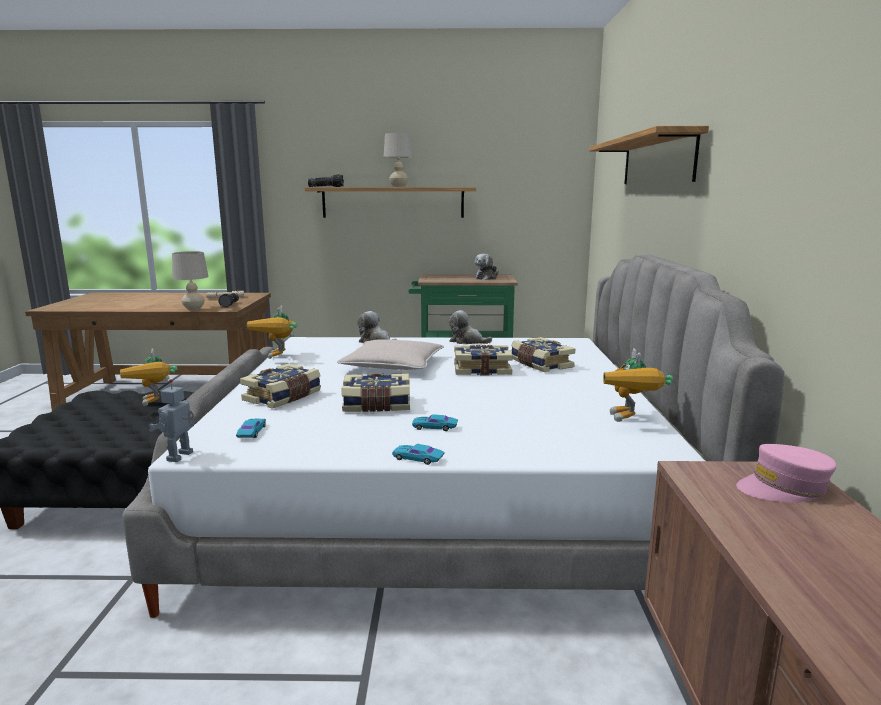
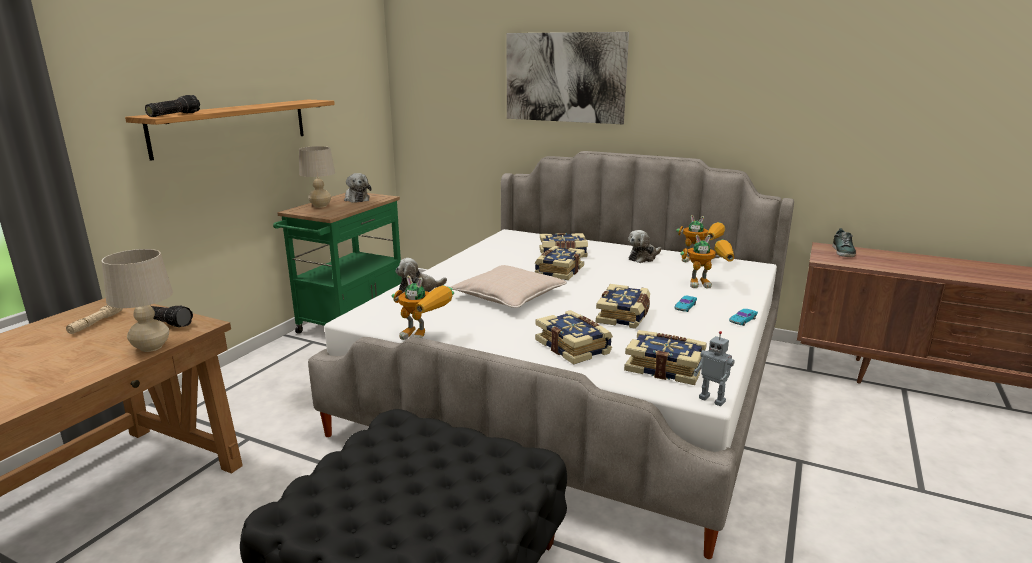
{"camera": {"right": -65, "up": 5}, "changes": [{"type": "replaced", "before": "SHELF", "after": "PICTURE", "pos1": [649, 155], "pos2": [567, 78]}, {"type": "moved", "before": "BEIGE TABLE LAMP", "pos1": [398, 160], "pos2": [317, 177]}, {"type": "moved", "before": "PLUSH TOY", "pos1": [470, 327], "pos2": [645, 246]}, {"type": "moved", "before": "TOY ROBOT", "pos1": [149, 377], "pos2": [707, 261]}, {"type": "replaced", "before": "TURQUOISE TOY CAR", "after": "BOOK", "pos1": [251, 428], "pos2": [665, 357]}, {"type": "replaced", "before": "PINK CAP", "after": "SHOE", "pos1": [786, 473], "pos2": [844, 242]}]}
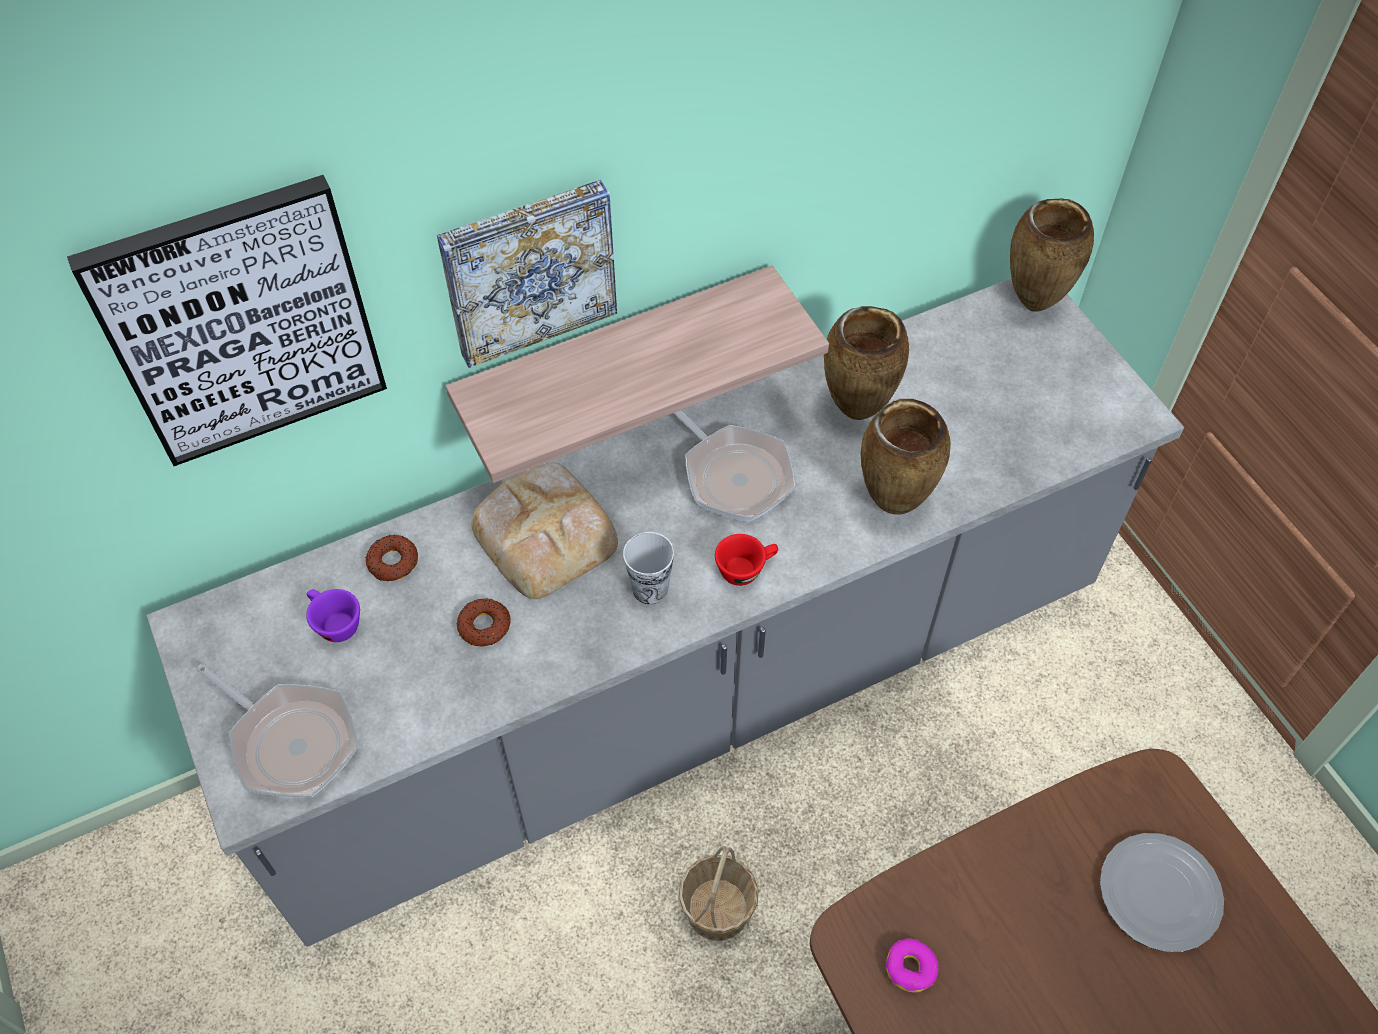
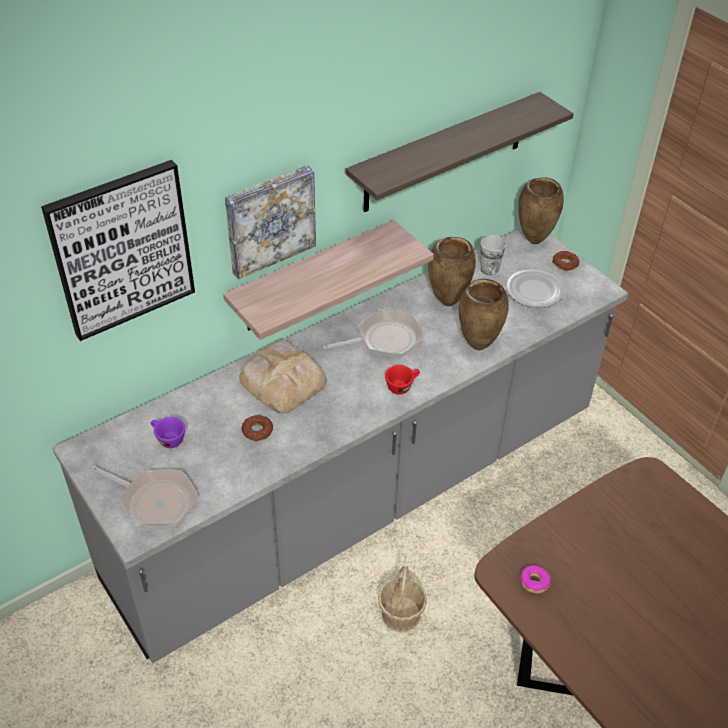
{"camera": {"right": -10, "up": -10}, "changes": [{"type": "turned", "before": "FRYING PAN", "pos1": [735, 466], "pos2": [373, 334], "turn": -60}, {"type": "moved", "before": "CUP", "pos1": [648, 568], "pos2": [493, 255]}, {"type": "moved", "before": "DONUT", "pos1": [391, 558], "pos2": [565, 261]}, {"type": "moved", "before": "PLATE", "pos1": [1162, 892], "pos2": [535, 288]}, {"type": "added", "after": "SHELF", "pos2": [459, 152]}]}
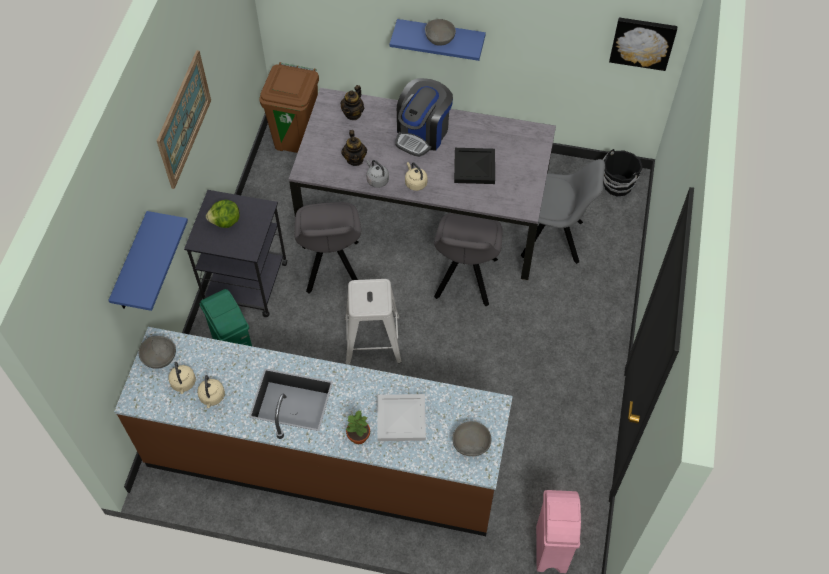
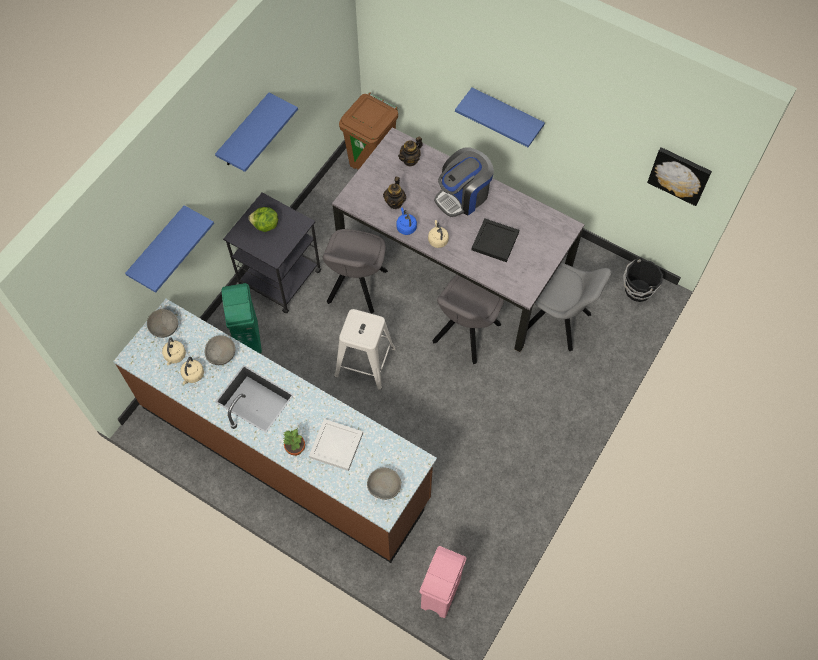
{"camera": {"right": 20, "up": 5}, "changes": [{"type": "moved", "before": "GREY BOWL", "pos1": [440, 32], "pos2": [220, 350]}, {"type": "replaced", "before": "PICTURE", "after": "BLUE SHELF", "pos1": [184, 119], "pos2": [256, 132]}, {"type": "recoloured", "before": "GREY KETTLE", "after": "BLUE KETTLE", "pos1": [377, 174], "pos2": [406, 221]}]}
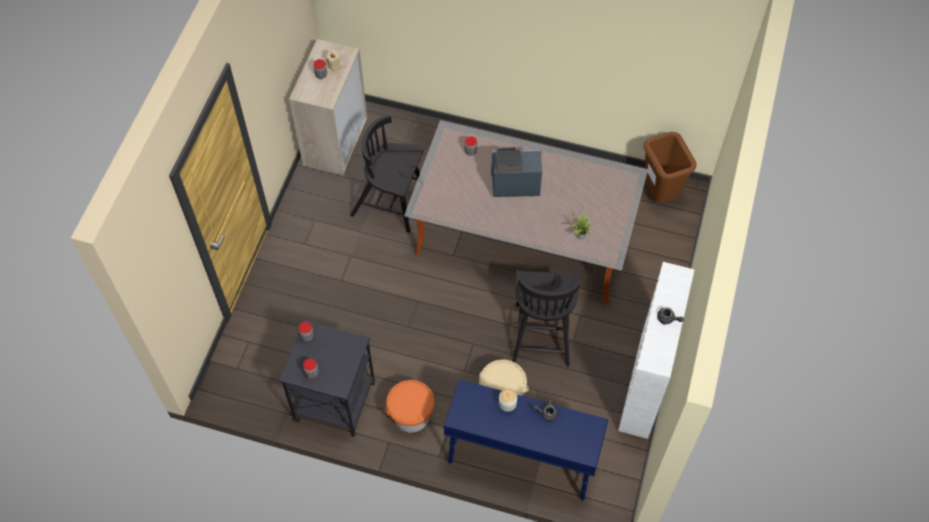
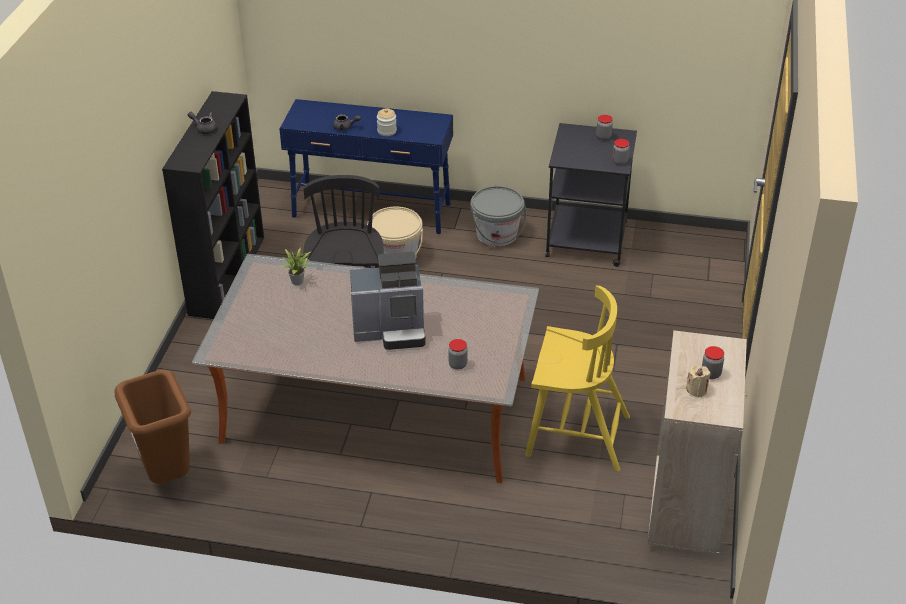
{"camera": {"right": 175, "up": -20}, "changes": [{"type": "recoloured", "before": "BLACK CHAIR", "after": "YELLOW CHAIR", "pos1": [387, 174], "pos2": [577, 378]}, {"type": "recoloured", "before": "WHITE BOOKCASE", "after": "BLACK BOOKCASE", "pos1": [656, 350], "pos2": [213, 205]}, {"type": "recoloured", "before": "ORANGE BUCKET", "after": "GREY BUCKET", "pos1": [409, 406], "pos2": [498, 216]}]}
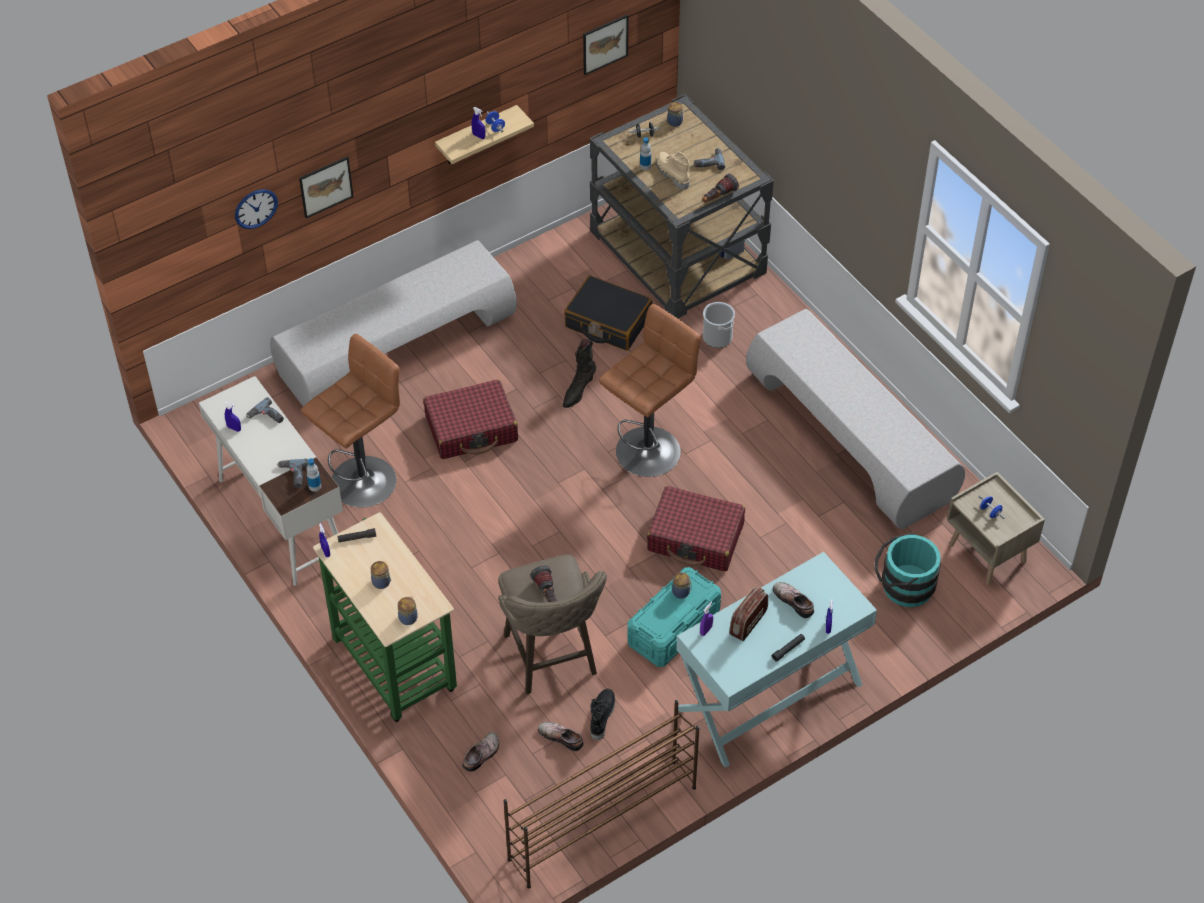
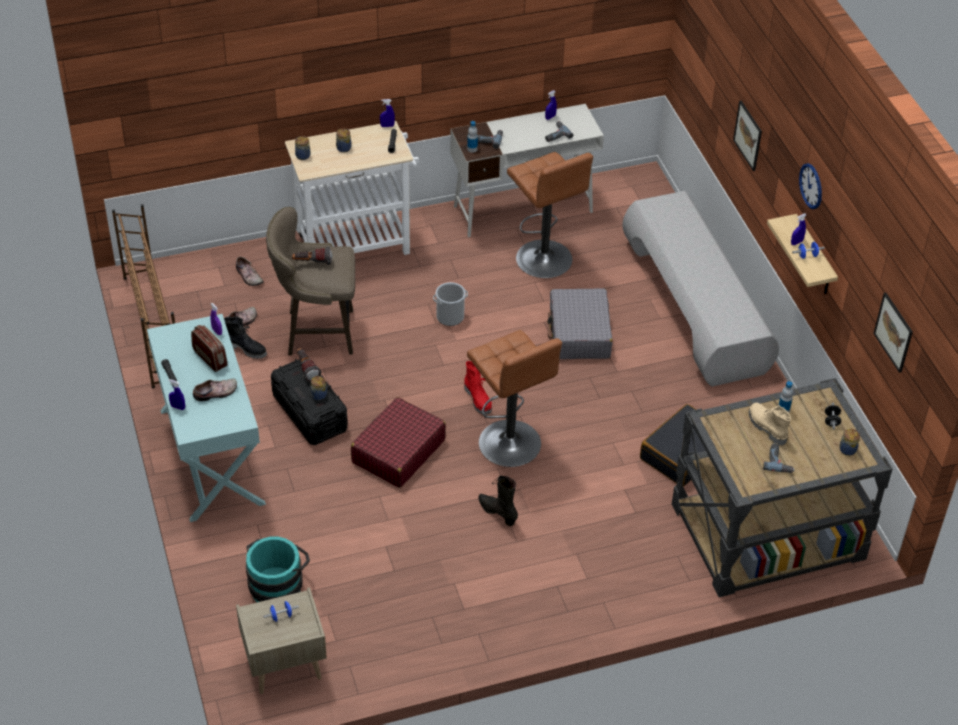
{"camera": {"right": 105, "up": -5}, "changes": [{"type": "turned", "before": "BEIGE BOOT", "pos1": [672, 171], "pos2": [770, 424], "turn": -105}, {"type": "moved", "before": "FLASHLIGHT", "pos1": [720, 188], "pos2": [309, 365]}, {"type": "moved", "before": "WALL CLOCK", "pos1": [256, 209], "pos2": [810, 186]}, {"type": "moved", "before": "BUCKET", "pos1": [719, 325], "pos2": [450, 304]}, {"type": "removed", "before": "GREY BENCH", "pos1": [855, 419]}, {"type": "moved", "before": "BLACK BOOT", "pos1": [579, 373], "pos2": [498, 501]}, {"type": "recoloured", "before": "RED SUITCASE", "after": "GREY SUITCASE", "pos1": [470, 419], "pos2": [580, 323]}, {"type": "recoloured", "before": "GREEN CART", "after": "WHITE CART", "pos1": [385, 617], "pos2": [352, 188]}, {"type": "recoloured", "before": "TURQUOISE STORAGE BOX", "after": "BLACK STORAGE BOX", "pos1": [674, 617], "pos2": [309, 402]}, {"type": "added", "after": "RED BOOT", "pos2": [478, 388]}]}
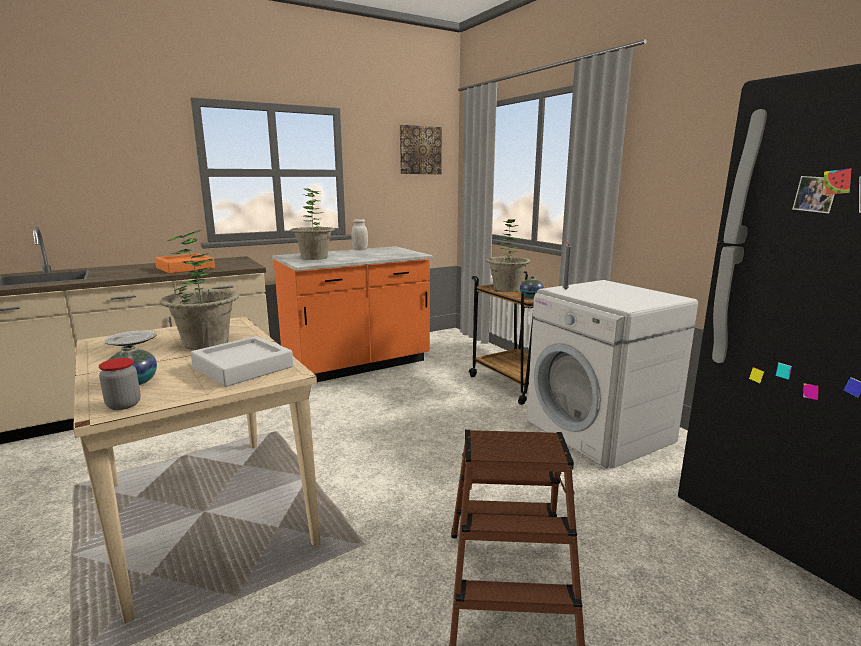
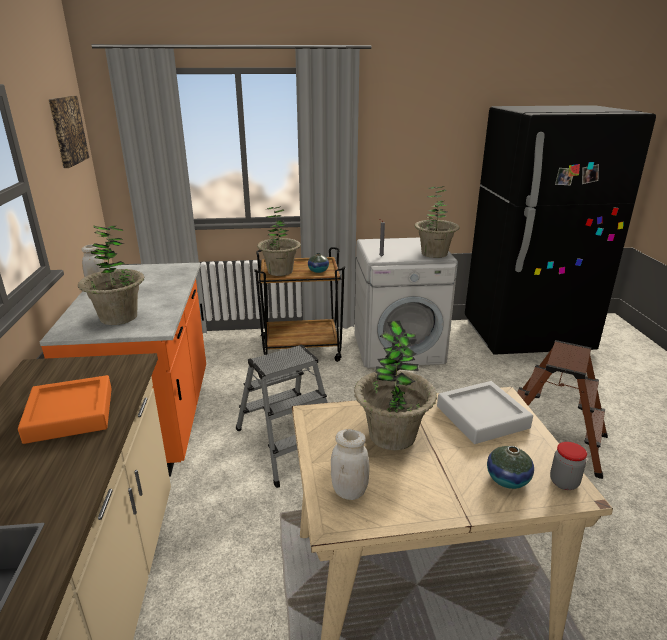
{"camera": {"right": -65, "up": 10}, "changes": [{"type": "replaced", "before": "PLATE", "after": "WHITE JAR", "pos1": [130, 338], "pos2": [350, 464]}, {"type": "added", "after": "POTTED PLANT", "pos2": [437, 222]}, {"type": "added", "after": "GREY STEP LADDER", "pos2": [282, 416]}]}
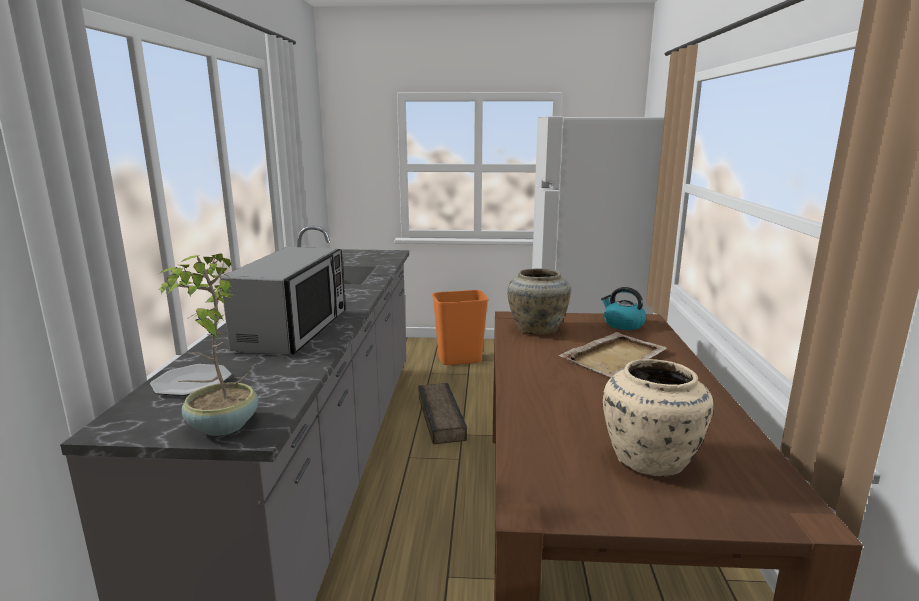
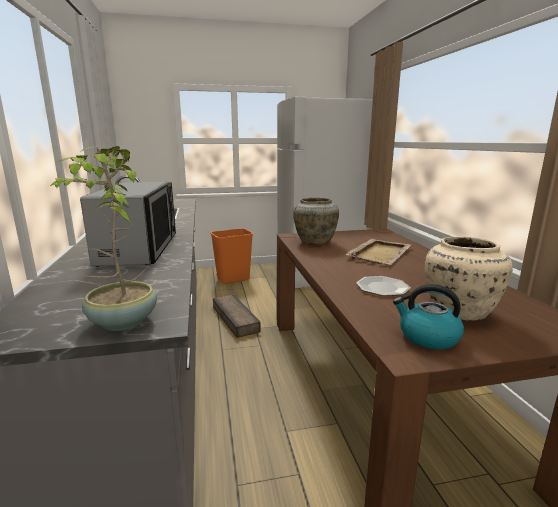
{"camera": {"right": -15, "up": 0}, "changes": [{"type": "moved", "before": "KETTLE", "pos1": [623, 308], "pos2": [428, 317]}, {"type": "moved", "before": "PLATE", "pos1": [191, 380], "pos2": [383, 286]}]}
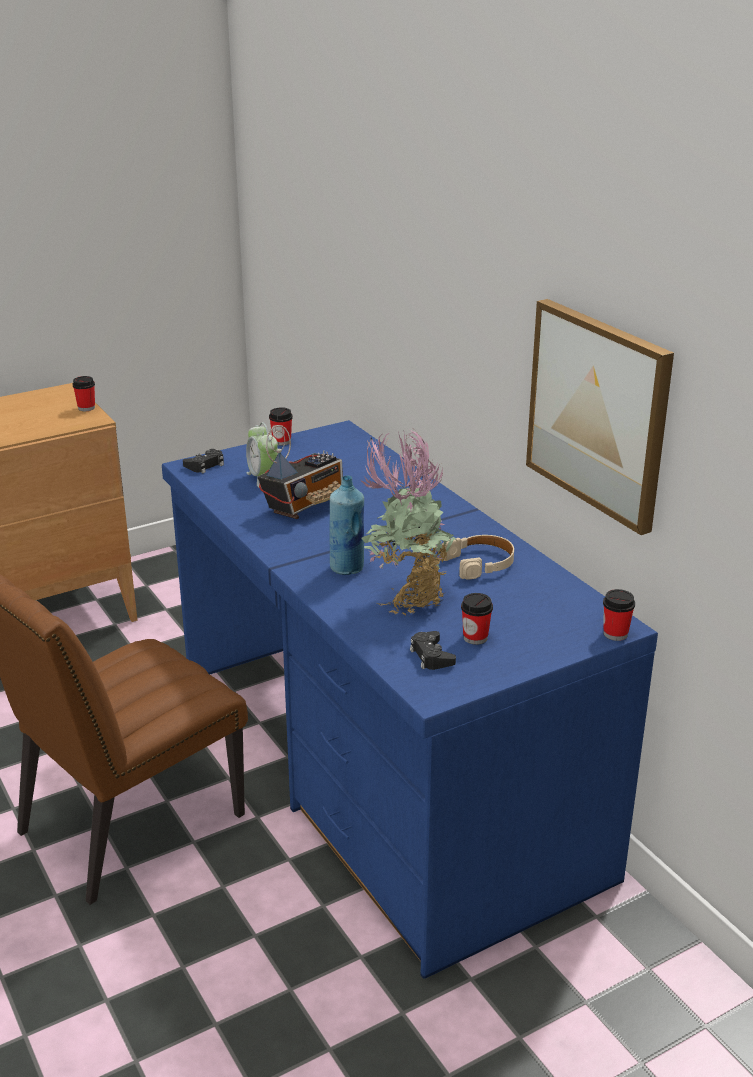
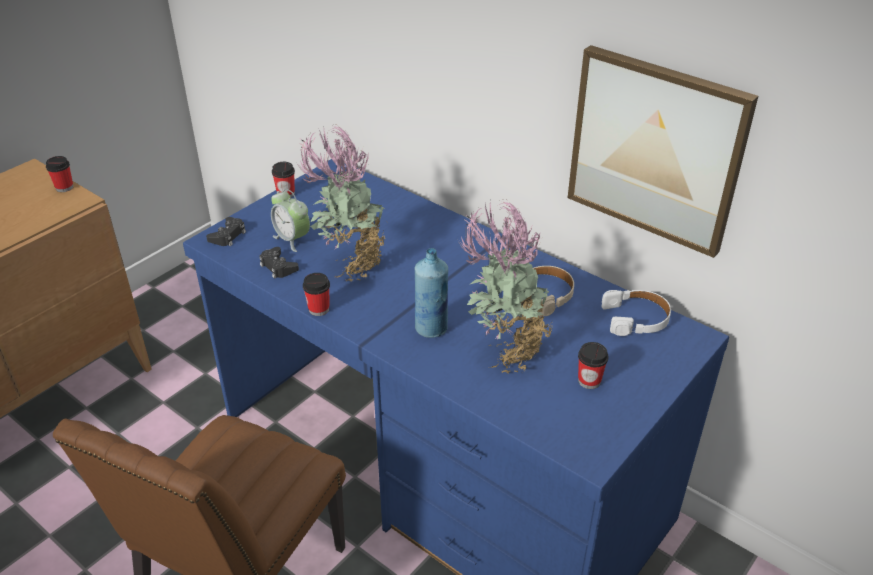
{"camera": {"right": -20, "up": 10}, "changes": [{"type": "replaced", "before": "RADIO", "after": "POTTED PLANT", "pos1": [300, 472], "pos2": [342, 203]}, {"type": "moved", "before": "CUP", "pos1": [619, 615], "pos2": [316, 294]}, {"type": "moved", "before": "BLACK GAME CONTROLLER", "pos1": [433, 650], "pos2": [279, 263]}, {"type": "added", "after": "WHITE HEADPHONES", "pos2": [636, 313]}]}
